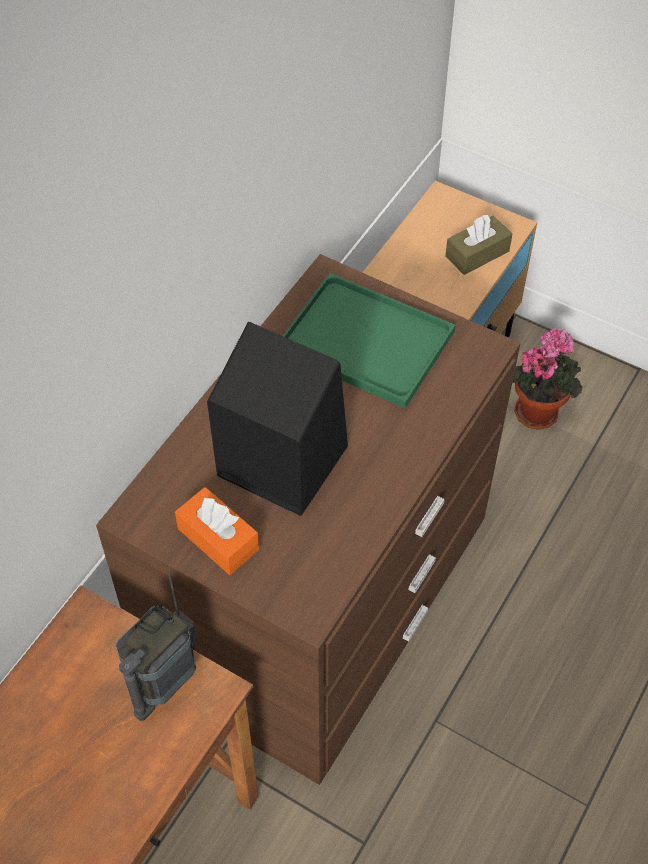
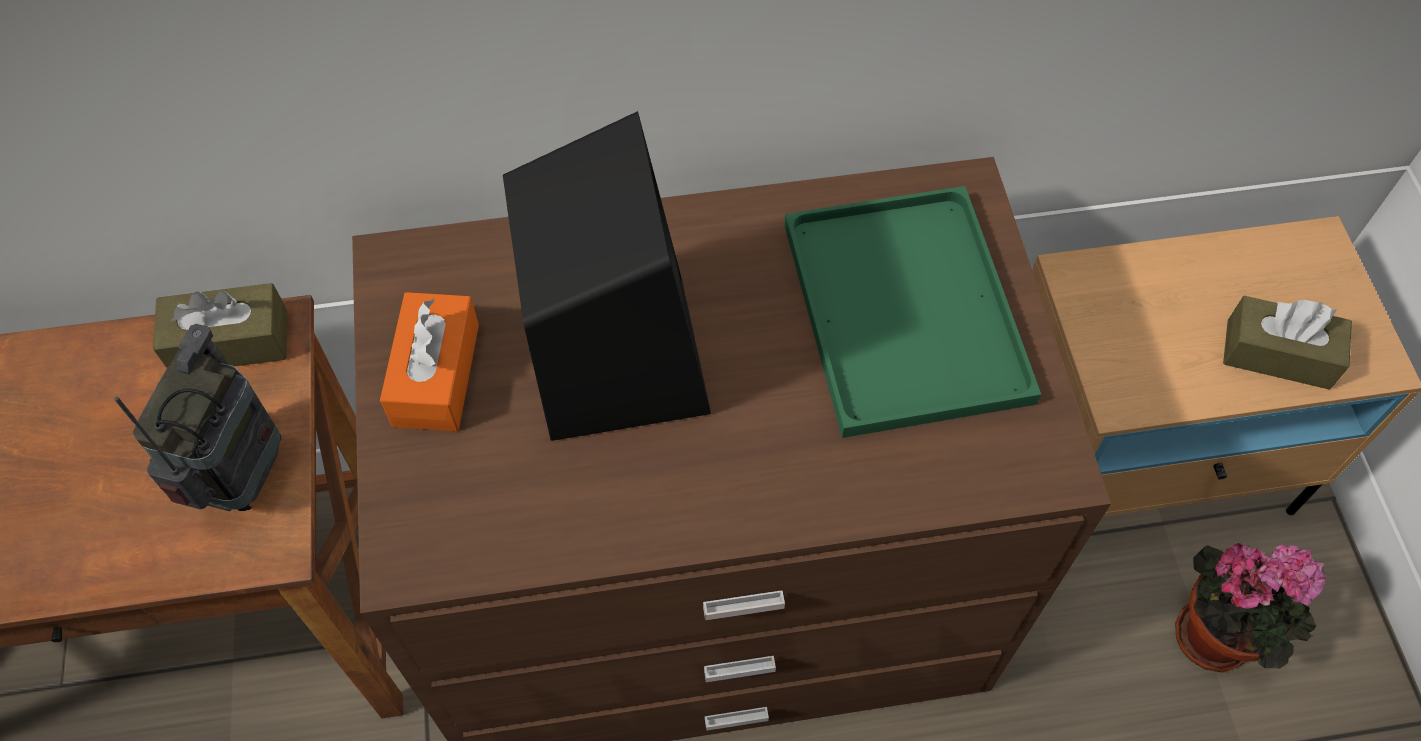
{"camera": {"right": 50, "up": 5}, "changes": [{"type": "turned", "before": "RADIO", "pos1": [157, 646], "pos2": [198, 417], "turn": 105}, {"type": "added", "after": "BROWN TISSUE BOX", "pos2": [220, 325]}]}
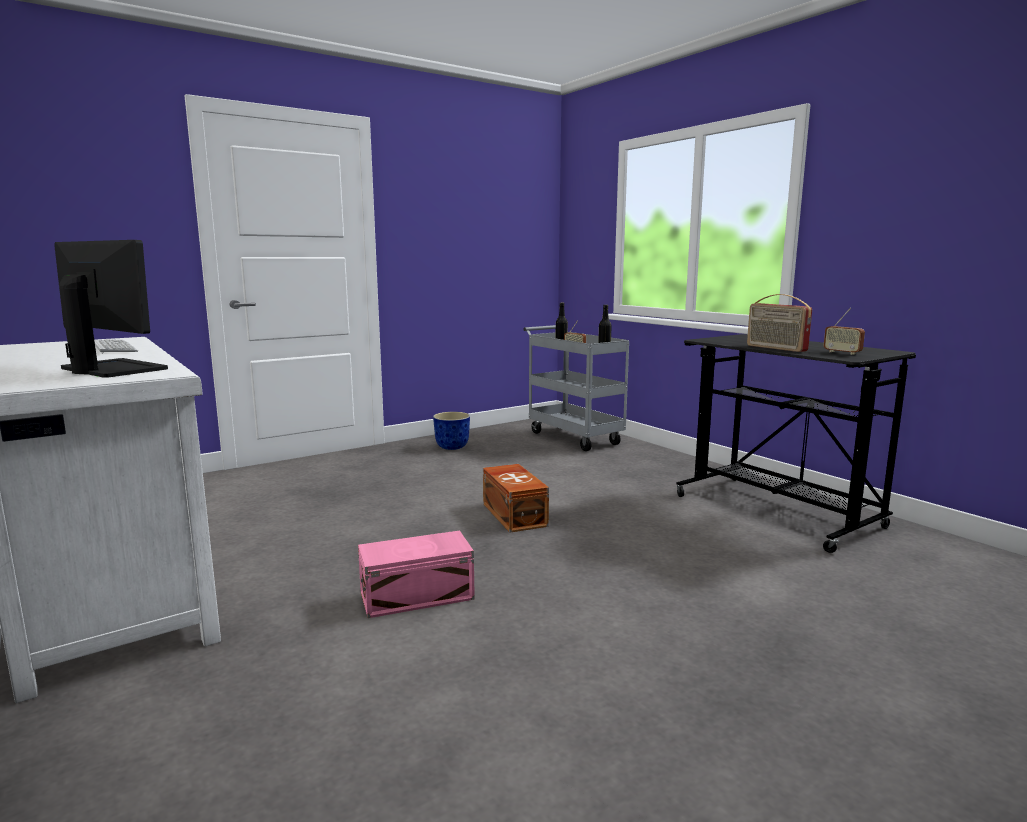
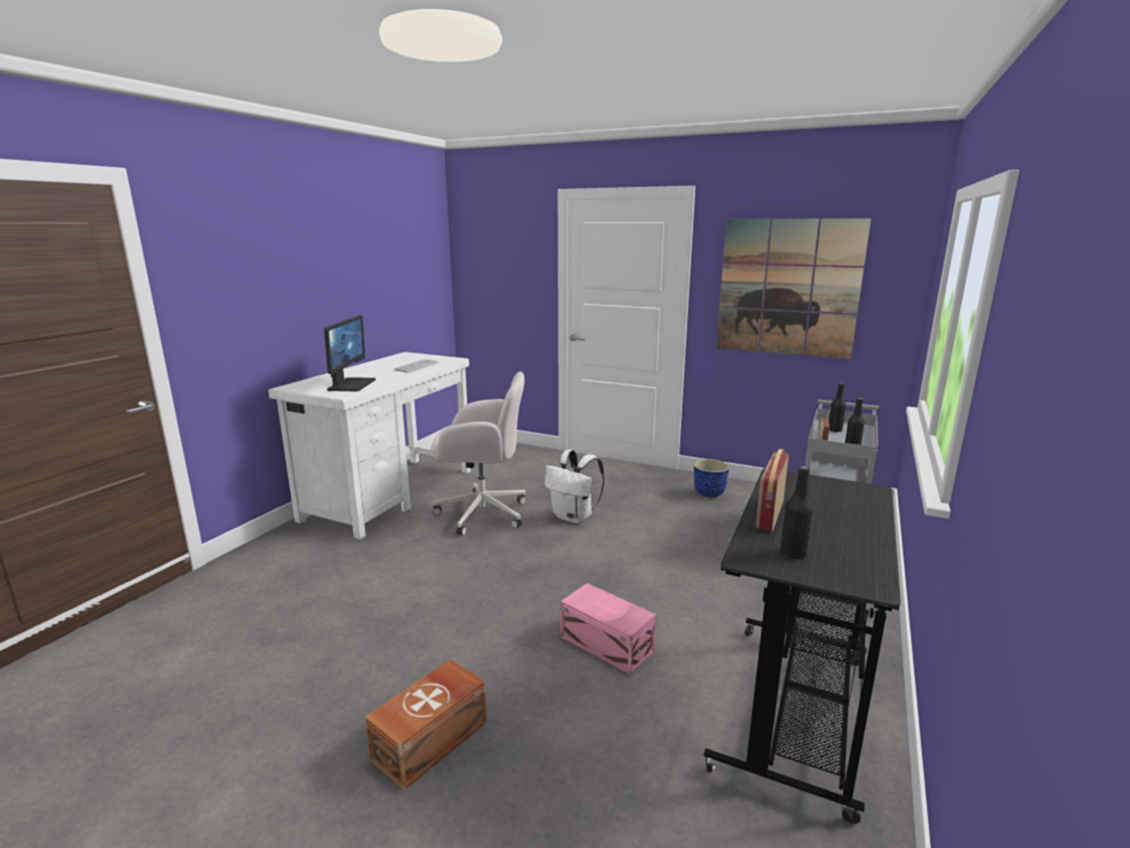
{"camera": {"right": 60, "up": 5}, "changes": [{"type": "replaced", "before": "RADIO", "after": "BLACK BOTTLE", "pos1": [844, 331], "pos2": [796, 512]}, {"type": "moved", "before": "BROWN STORAGE BOX", "pos1": [516, 498], "pos2": [426, 724]}, {"type": "moved", "before": "PINK STORAGE BOX", "pos1": [416, 574], "pos2": [609, 629]}, {"type": "added", "after": "PICTURE", "pos2": [793, 288]}, {"type": "added", "after": "WHITE OFFICE CHAIR", "pos2": [478, 453]}, {"type": "added", "after": "WHITE BACKPACK", "pos2": [574, 486]}]}
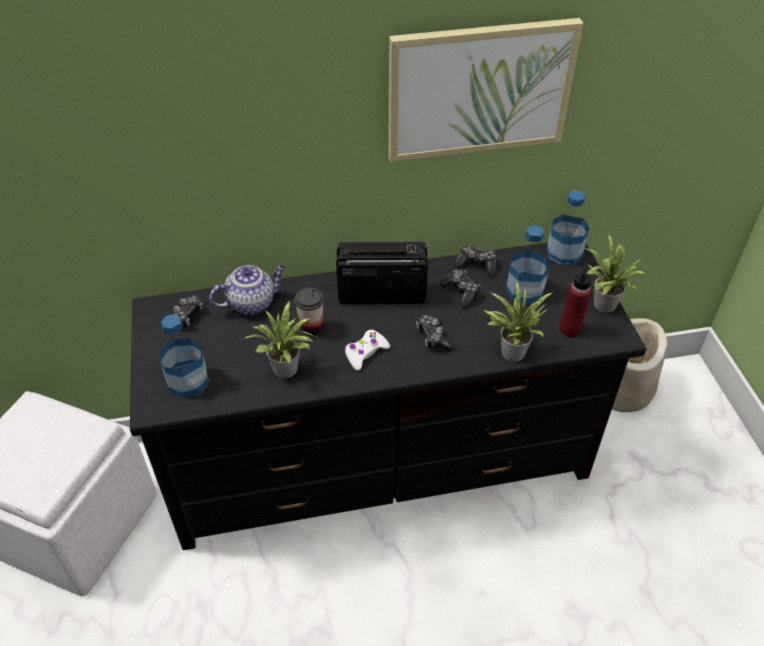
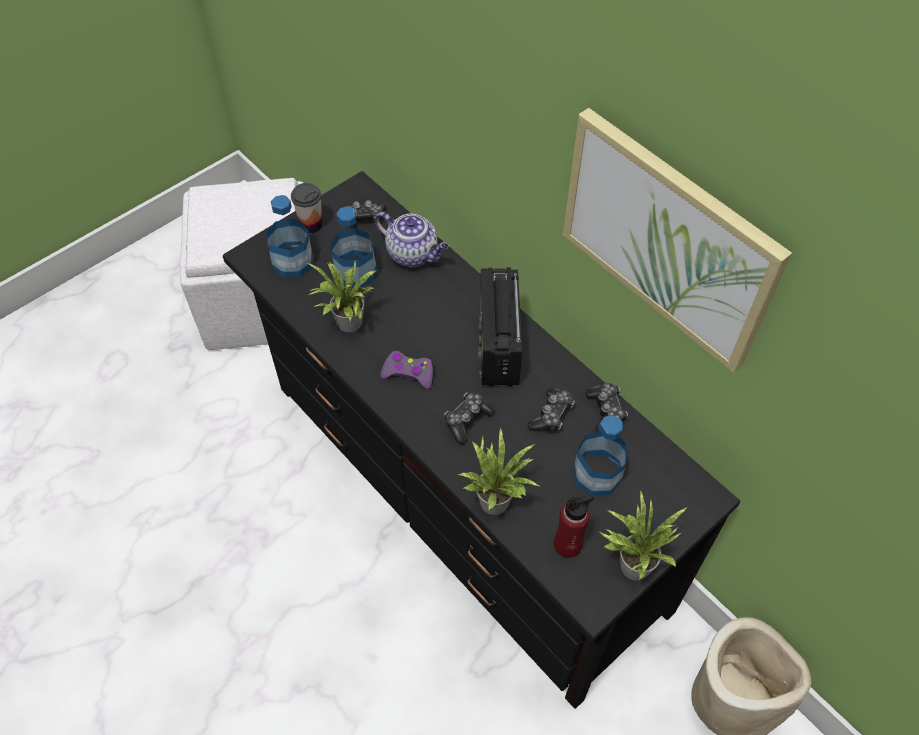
{"camera": {"right": 60, "up": 10}, "changes": [{"type": "moved", "before": "BOTTLE", "pos1": [567, 227], "pos2": [354, 247]}, {"type": "turned", "before": "RADIO", "pos1": [382, 273], "pos2": [500, 326], "turn": -150}, {"type": "moved", "before": "CUP", "pos1": [309, 312], "pos2": [307, 208]}, {"type": "recoloured", "before": "WHITE GAME CONTROLLER", "after": "PURPLE GAME CONTROLLER", "pos1": [367, 350], "pos2": [406, 370]}]}
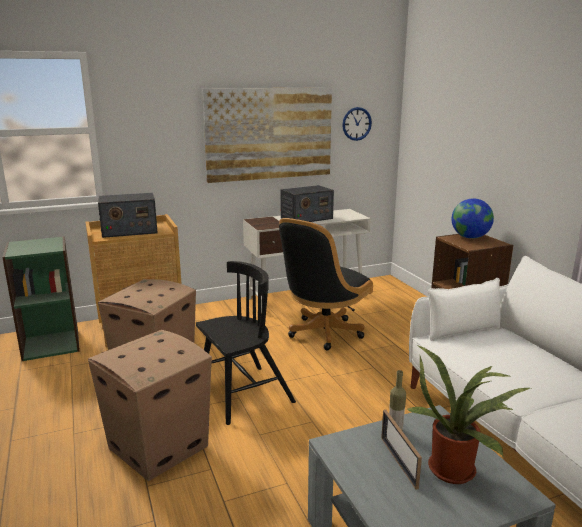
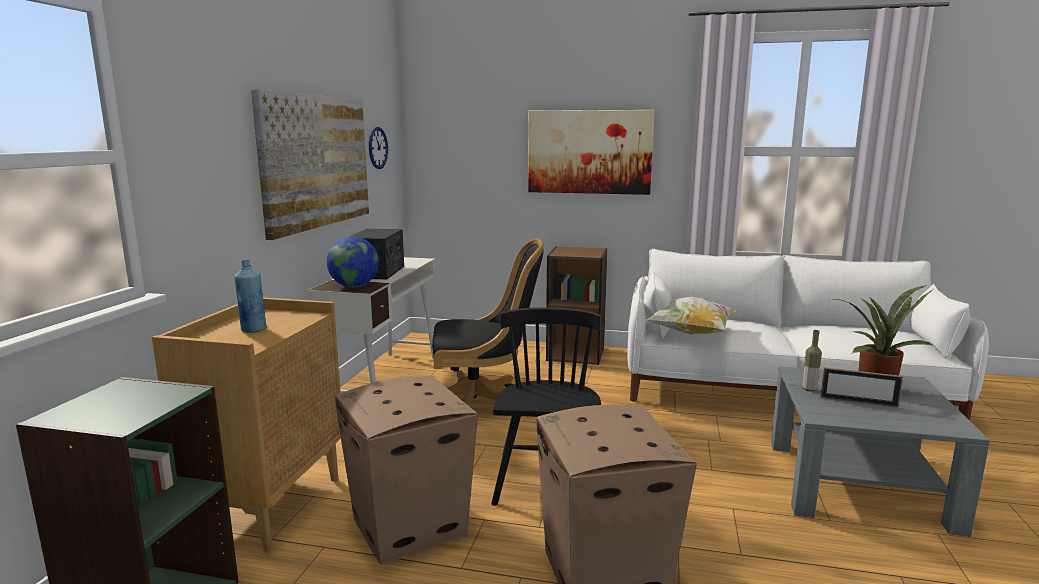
{"camera": {"right": -55, "up": -5}, "changes": [{"type": "replaced", "before": "RADIO", "after": "BLUE BOTTLE", "pos1": [128, 215], "pos2": [250, 296]}, {"type": "moved", "before": "GLOBE", "pos1": [473, 218], "pos2": [353, 262]}, {"type": "turned", "before": "BLACK OFFICE CHAIR", "pos1": [326, 284], "pos2": [487, 321], "turn": -75}, {"type": "added", "after": "PICTURE", "pos2": [591, 152]}, {"type": "added", "after": "PILLOW", "pos2": [691, 316]}]}
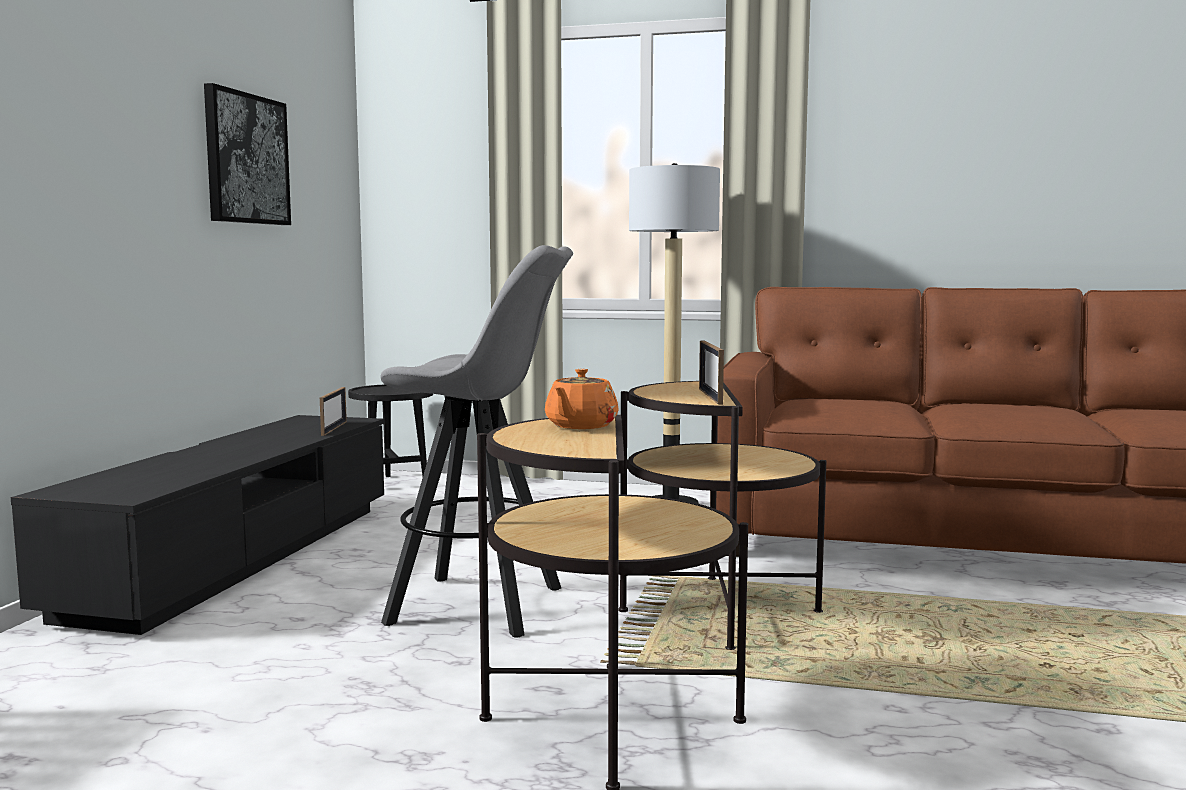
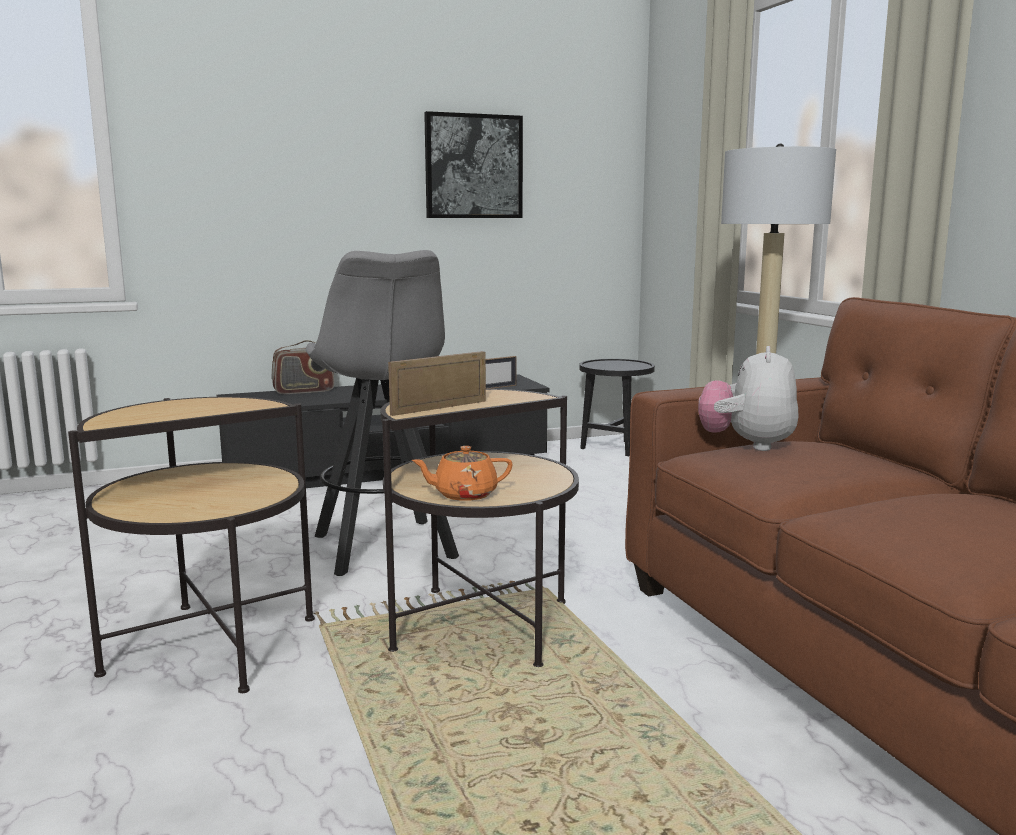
{"camera": {"right": 55, "up": 5}, "changes": [{"type": "moved", "before": "ORANGE TEAPOT", "pos1": [582, 398], "pos2": [462, 473]}, {"type": "added", "after": "RADIO", "pos2": [303, 367]}, {"type": "added", "after": "PLUSH TOY", "pos2": [748, 398]}]}
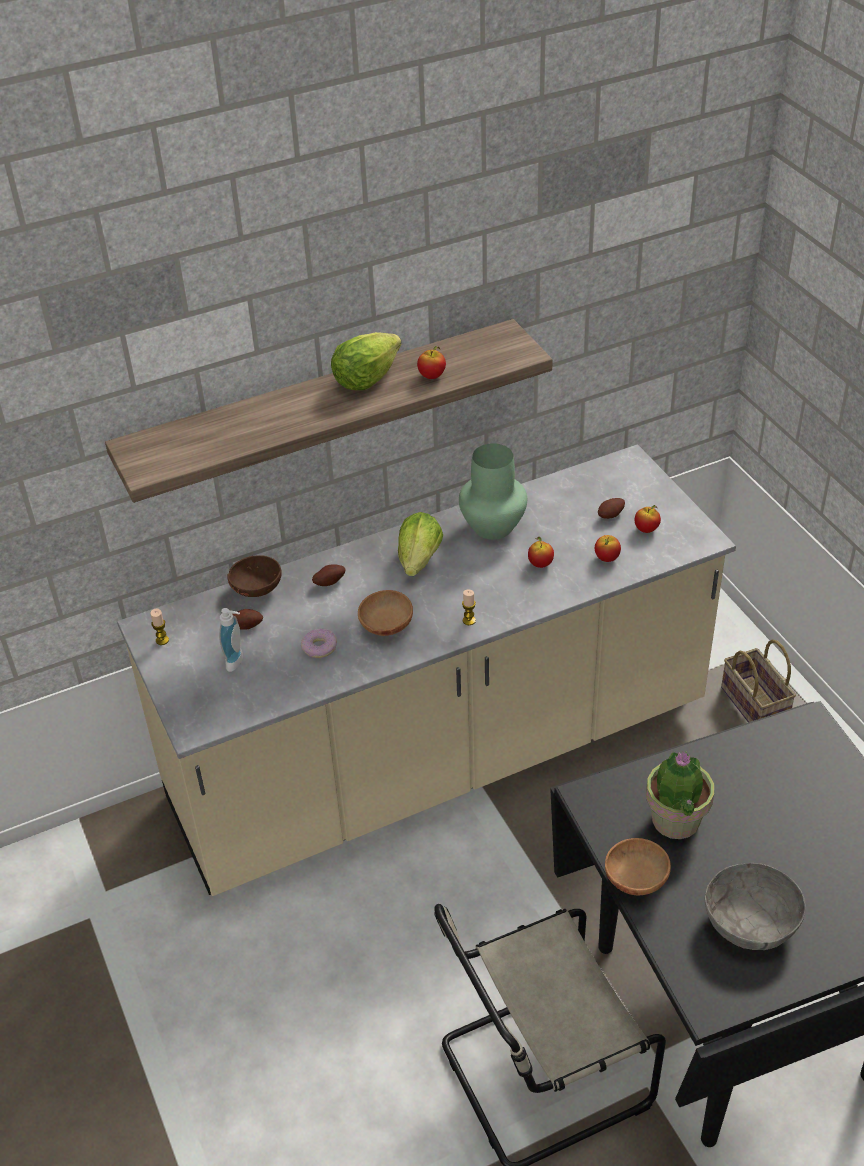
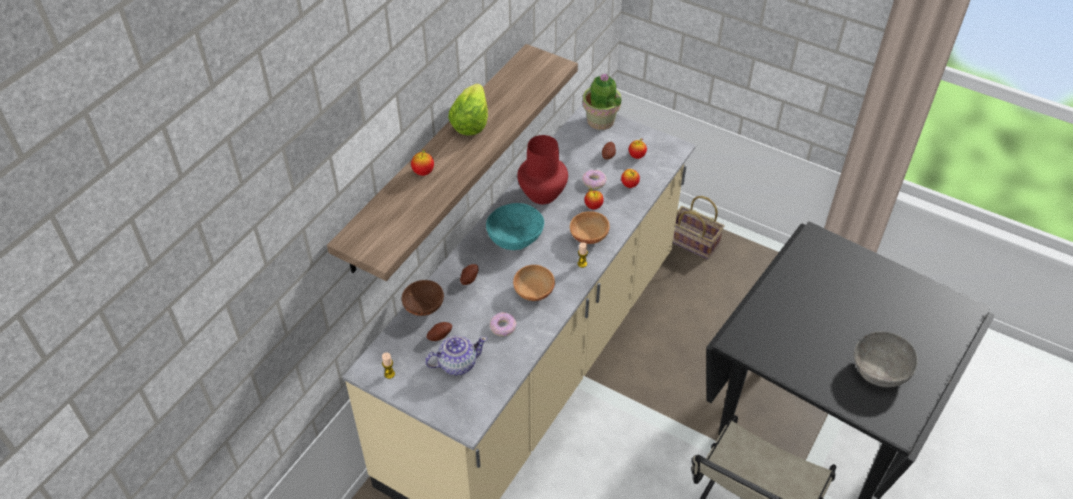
{"camera": {"right": -35, "up": 5}, "changes": [{"type": "moved", "before": "APPLE", "pos1": [431, 362], "pos2": [422, 162]}, {"type": "recoloured", "before": "GREEN VASE", "after": "RED VASE", "pos1": [493, 491], "pos2": [542, 169]}, {"type": "replaced", "before": "LETTUCE", "after": "TURQUOISE BOWL", "pos1": [420, 544], "pos2": [515, 226]}, {"type": "replaced", "before": "SOAP DISPENSER", "after": "TEAPOT", "pos1": [231, 640], "pos2": [456, 355]}, {"type": "moved", "before": "POTTED PLANT", "pos1": [680, 795], "pos2": [602, 102]}, {"type": "moved", "before": "BROWN BOWL", "pos1": [638, 866], "pos2": [590, 227]}, {"type": "added", "after": "DONUT", "pos2": [594, 179]}]}
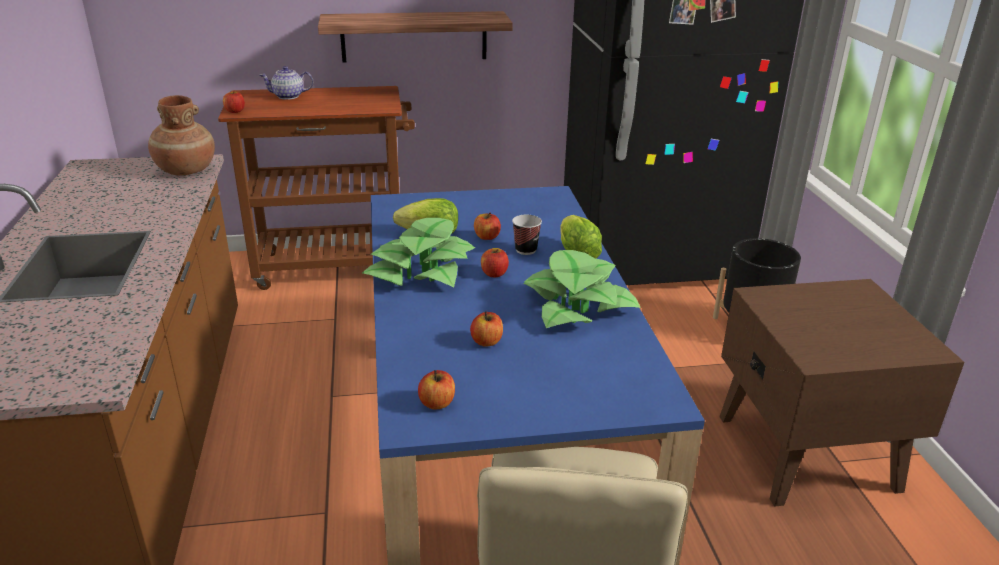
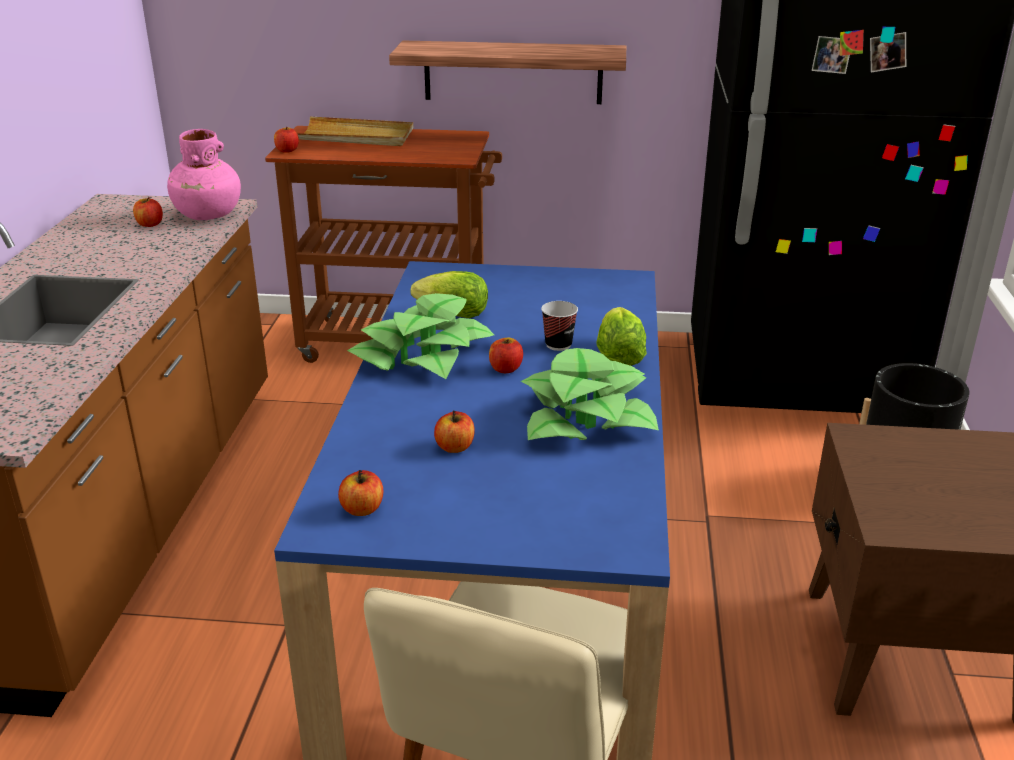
{"camera": {"right": 15, "up": 0}, "changes": [{"type": "replaced", "before": "TEAPOT", "after": "BEIGE TRAY", "pos1": [286, 83], "pos2": [355, 131]}, {"type": "recoloured", "before": "BROWN VASE", "after": "PINK VASE", "pos1": [181, 135], "pos2": [204, 174]}, {"type": "moved", "before": "APPLE", "pos1": [487, 226], "pos2": [148, 212]}]}
